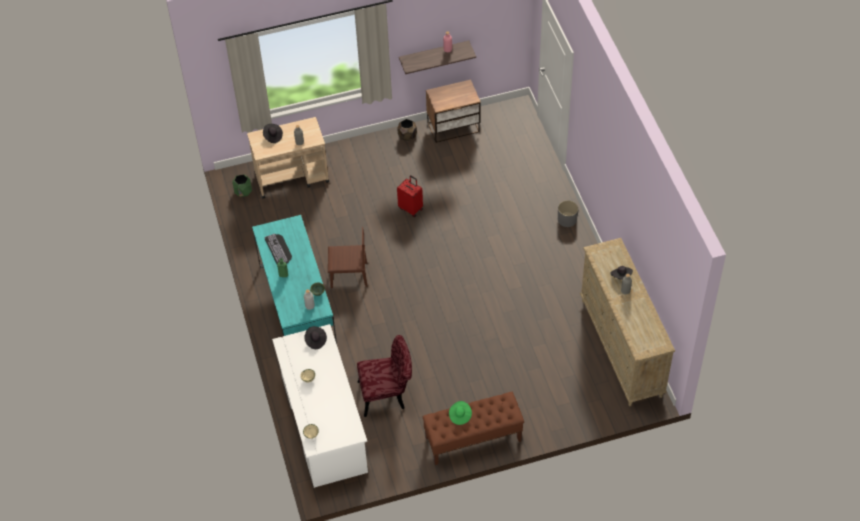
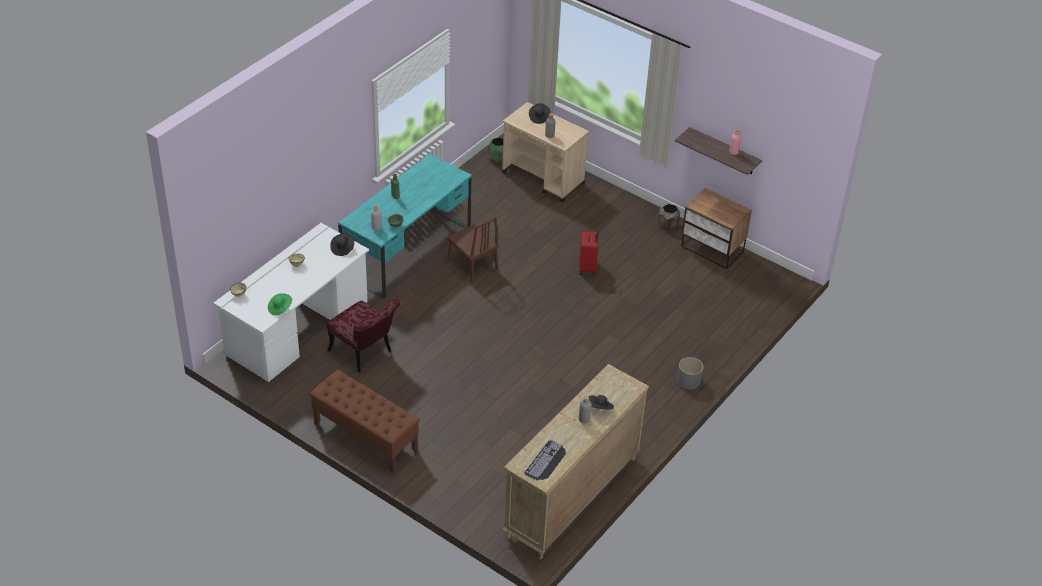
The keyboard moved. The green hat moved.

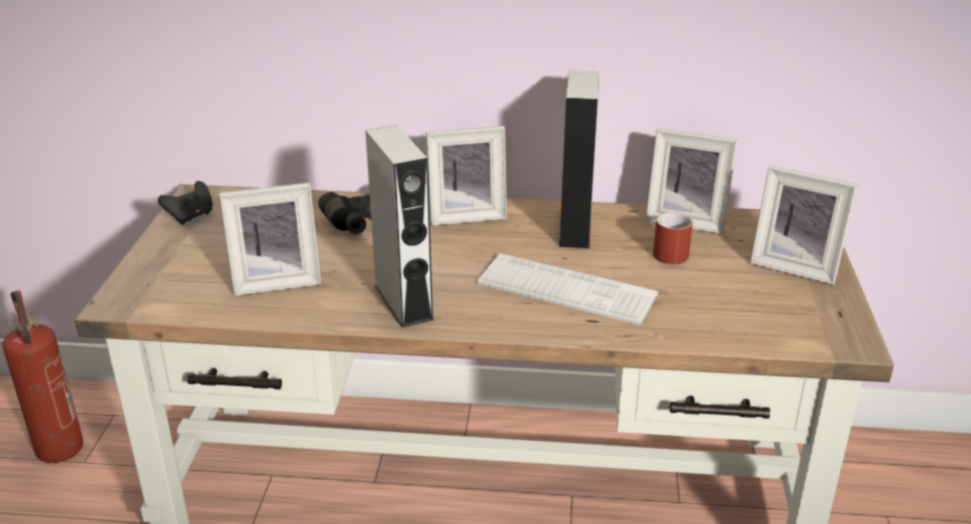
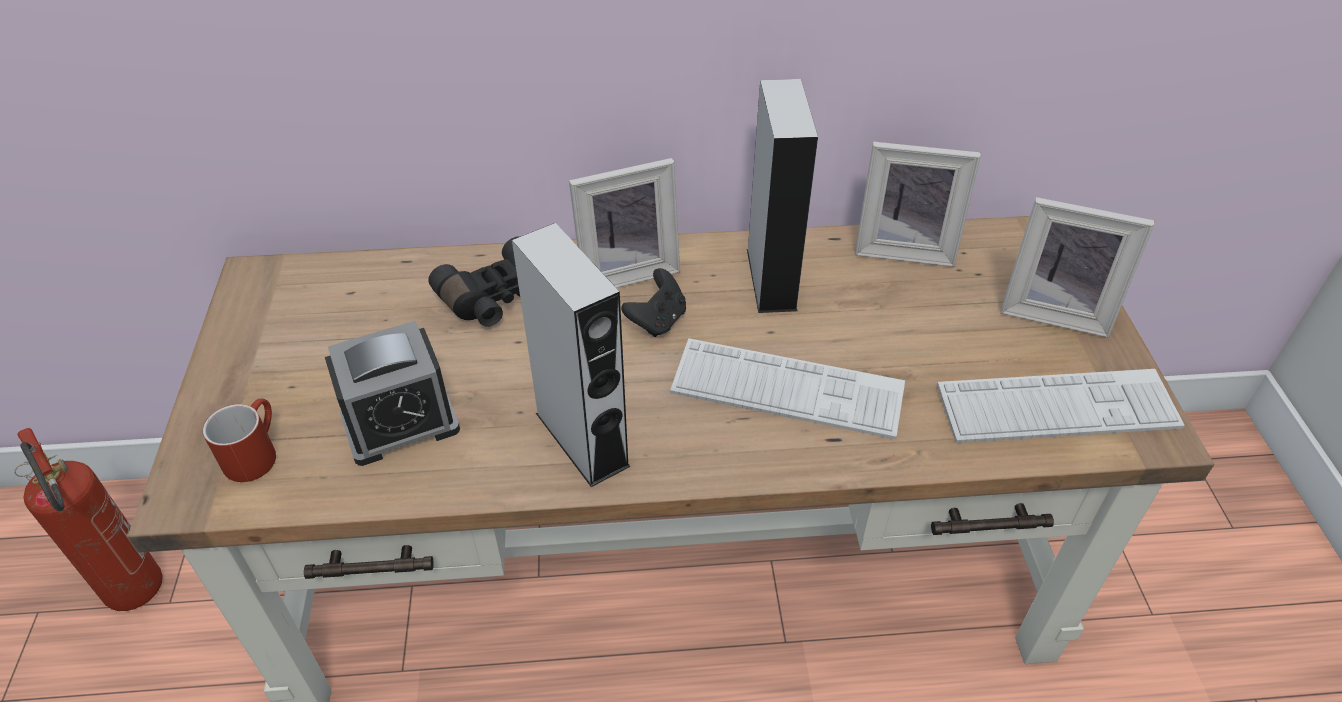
The keyboard (no. 2 from left) appeared. The black game controller moved. The red mug moved. The picture frame (no. 1 from left) was replaced by the alarm clock.

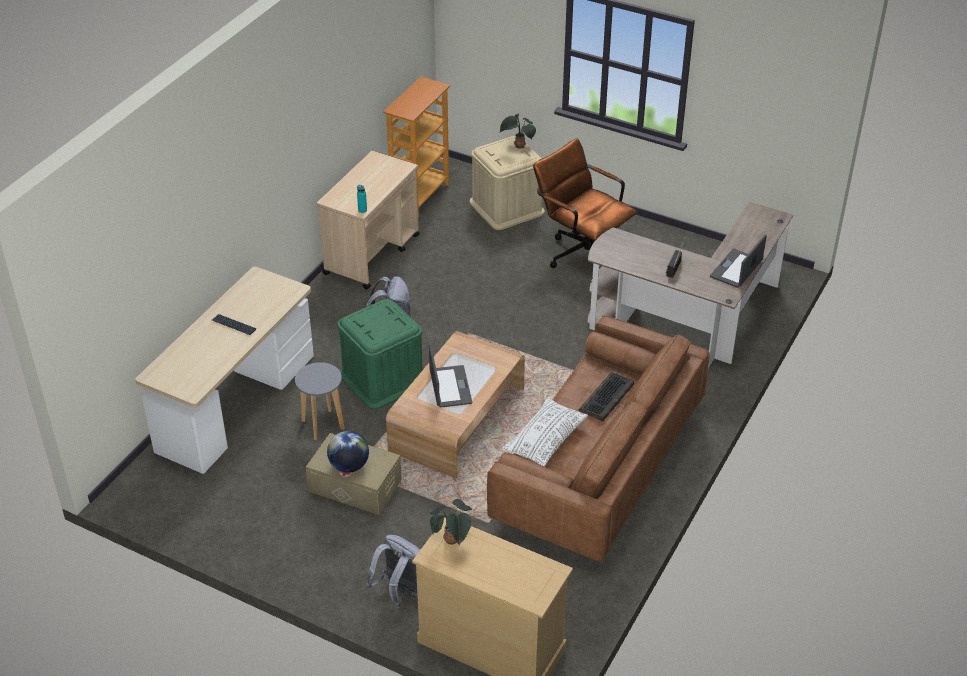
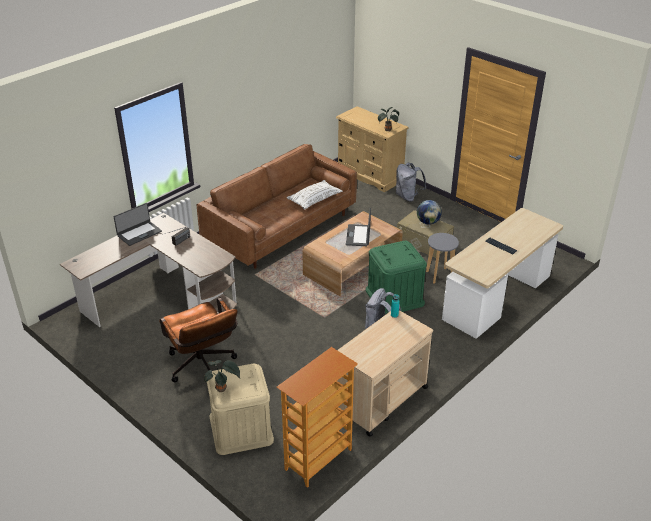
The keyboard (no. 2 from left) disappeared.

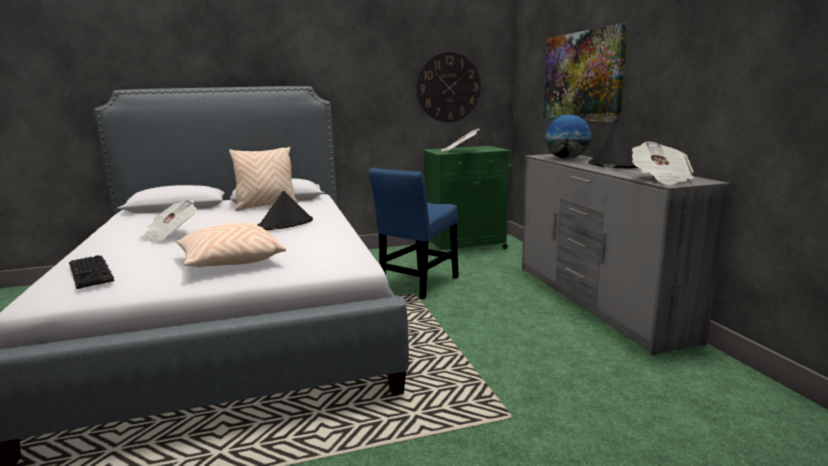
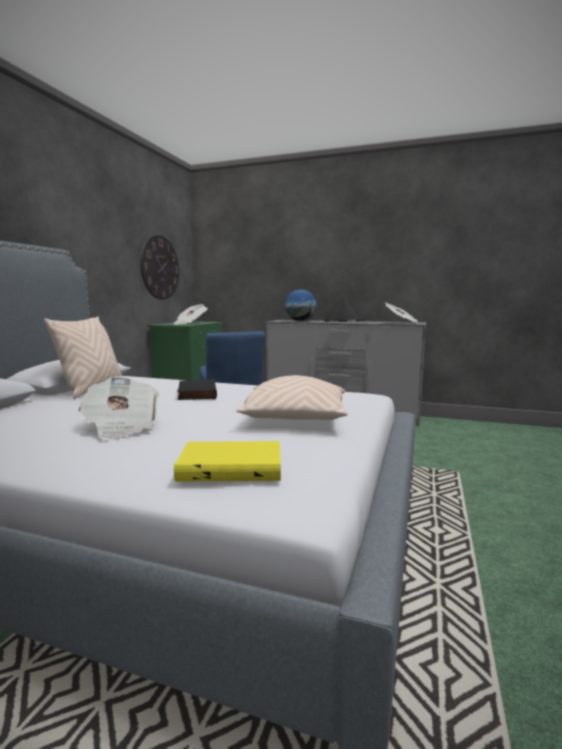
The picture disappeared. The keyboard was replaced by the yellow book. The black hat (no. 1 from left) was replaced by the black book.

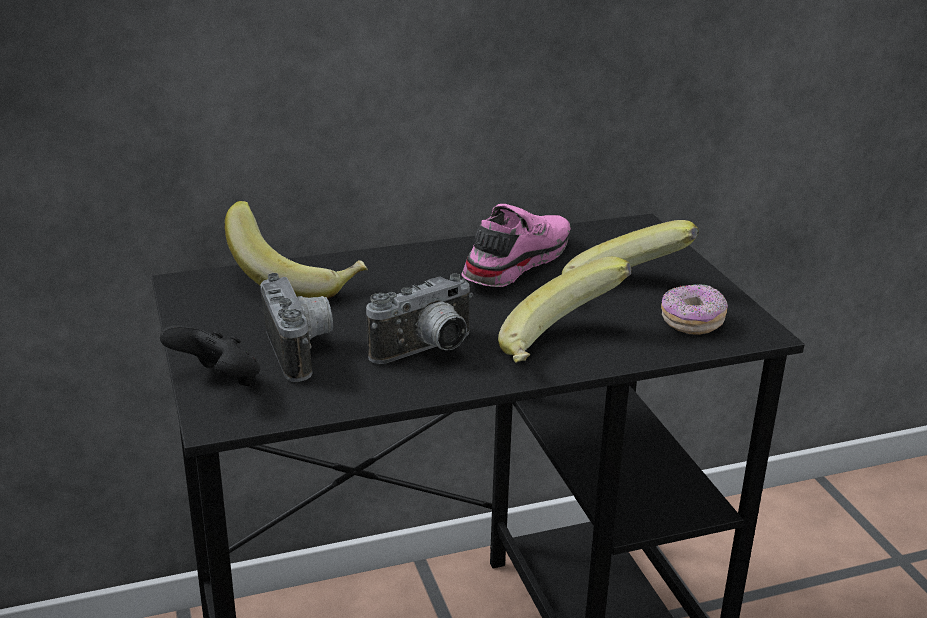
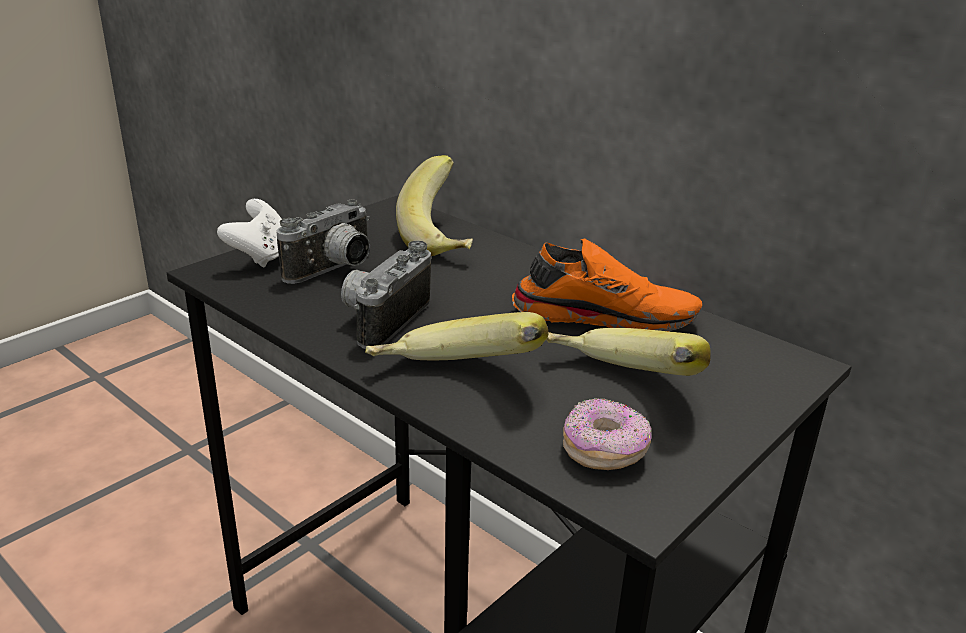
The black game controller became the white game controller. The pink shoe became the orange shoe. The photo camera (no. 2 from left) turned 90 degrees clockwise.

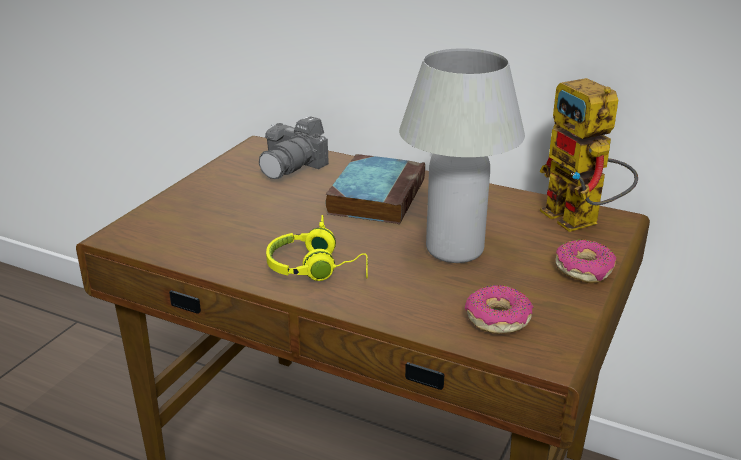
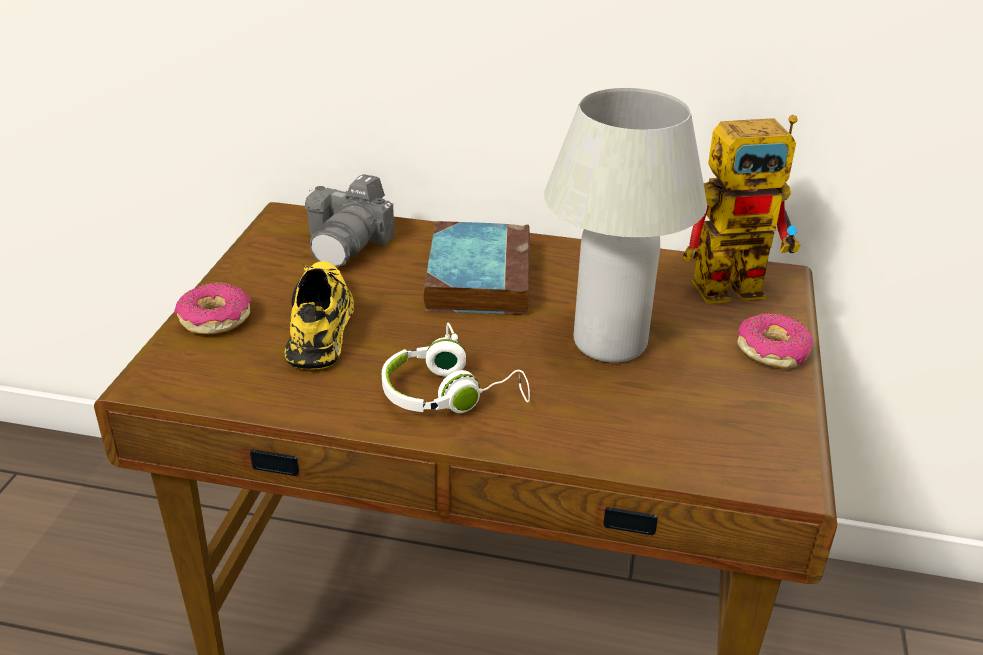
The yellow shoe appeared. The donut (no. 1 from left) moved. The yellow headphones became the white headphones. The toy robot turned 60 degrees counterclockwise.

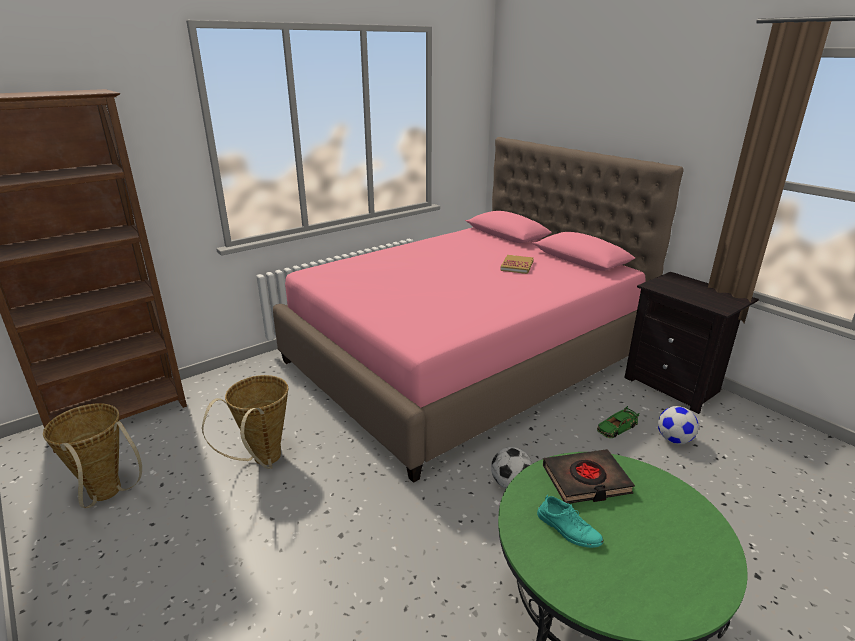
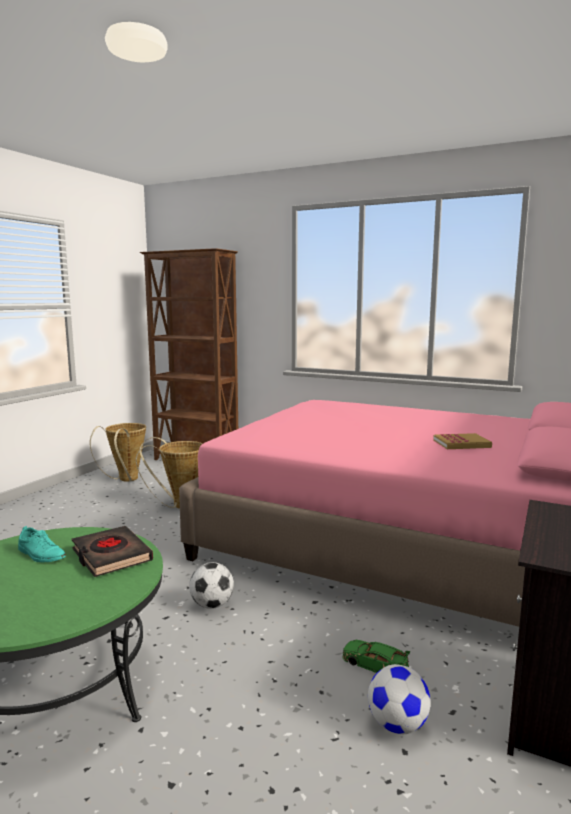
The turquoise shoe turned 75 degrees counterclockwise.

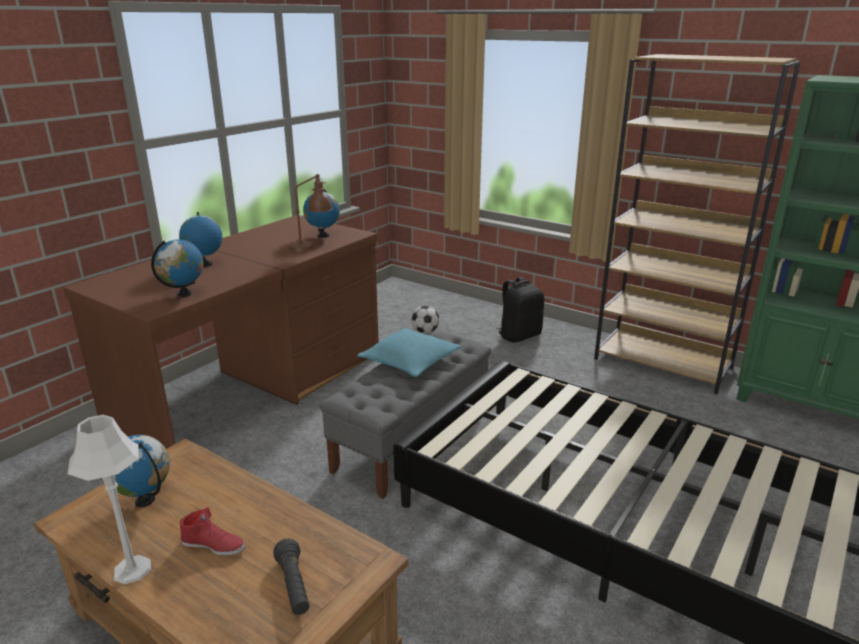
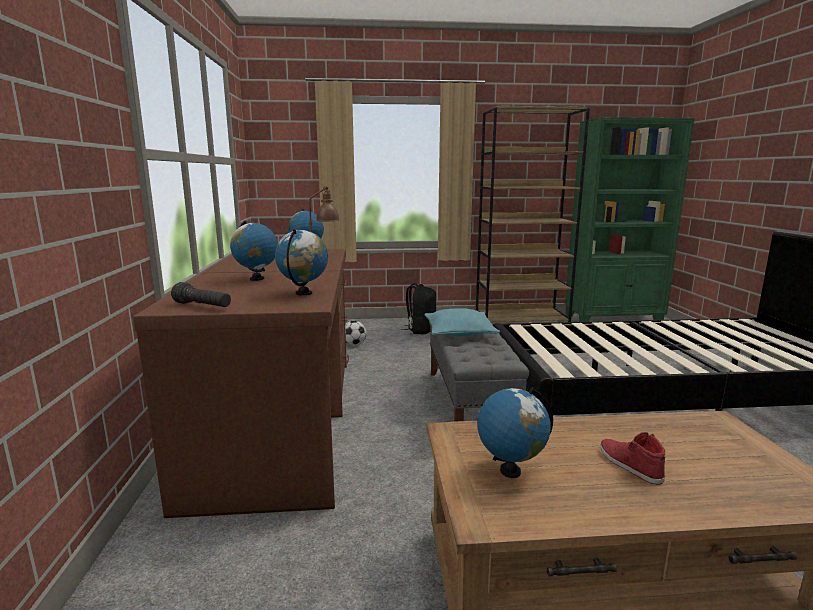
The grey table lamp disappeared. The black flashlight moved. The red shoe turned 90 degrees counterclockwise.

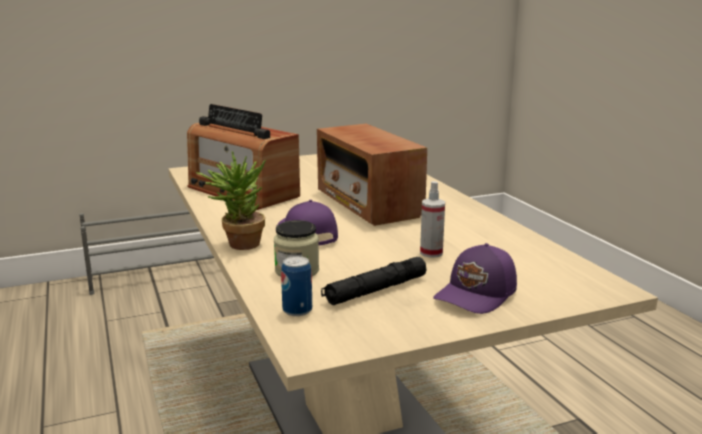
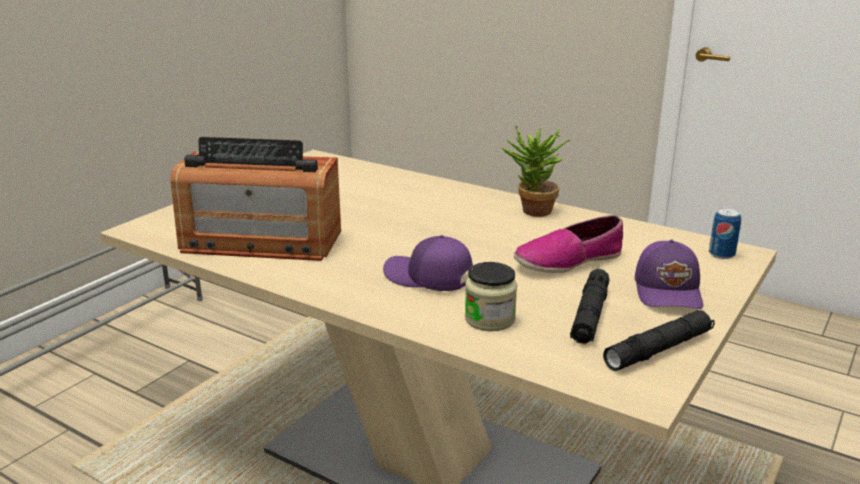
The radio (no. 2 from left) disappeared. The black flashlight (no. 2 from left) appeared. The potted plant moved. The can moved. The spray bottle was replaced by the shoe.

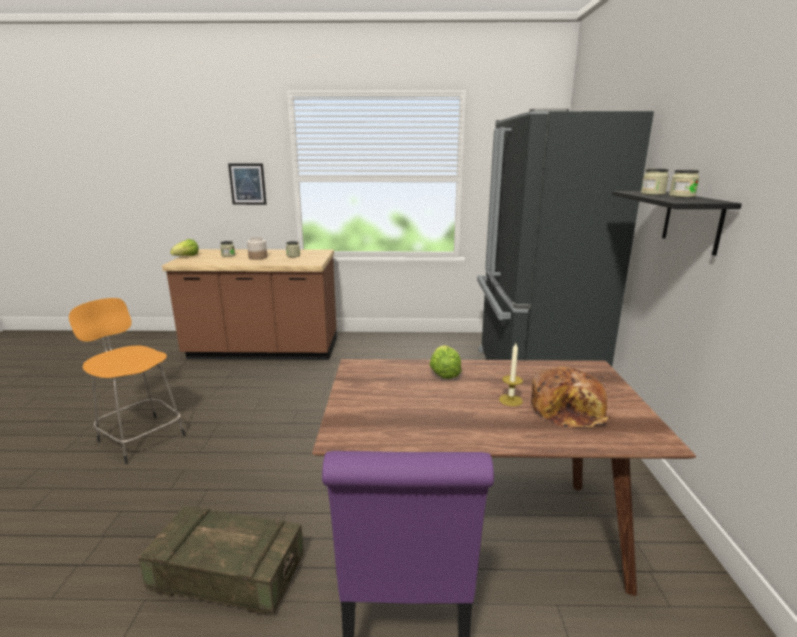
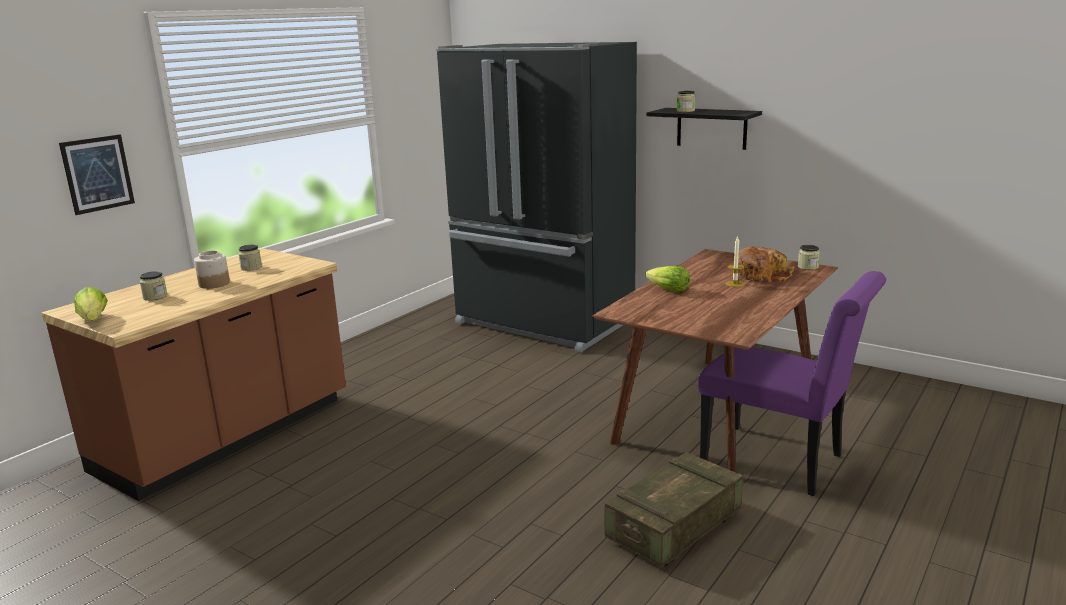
The orange stool disappeared. The jar (no. 5 from left) moved.

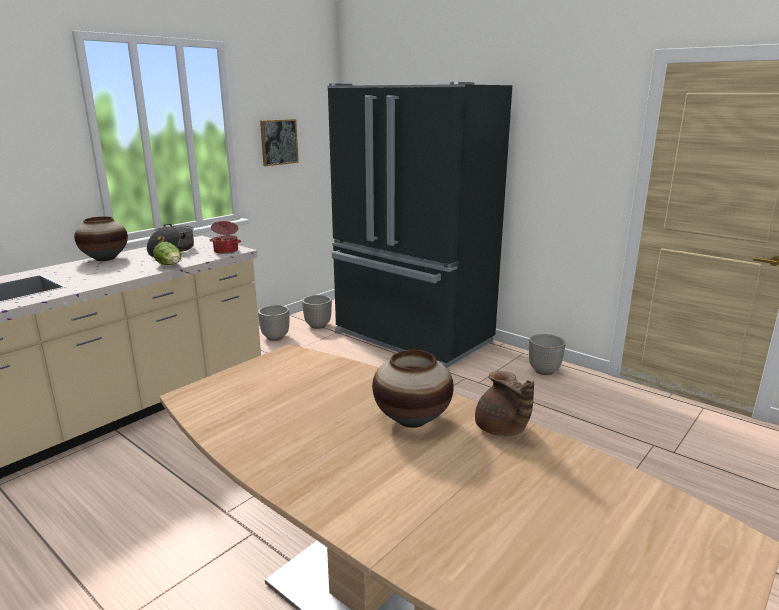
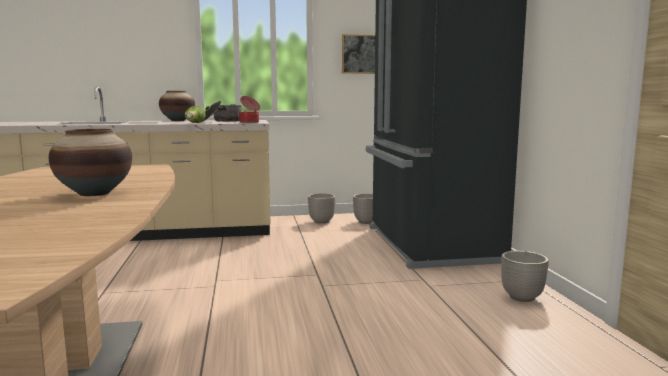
The brown teapot disappeared.

